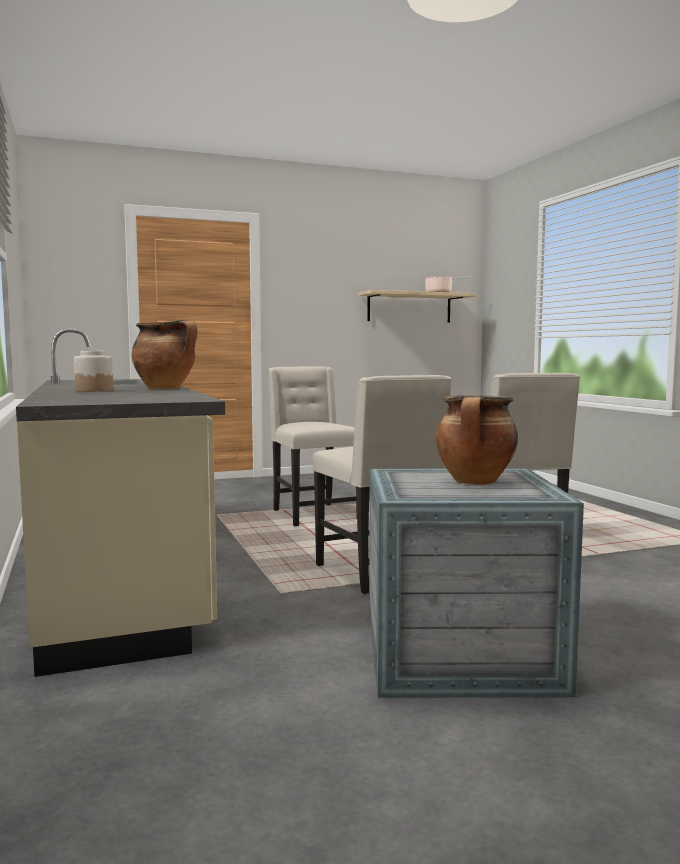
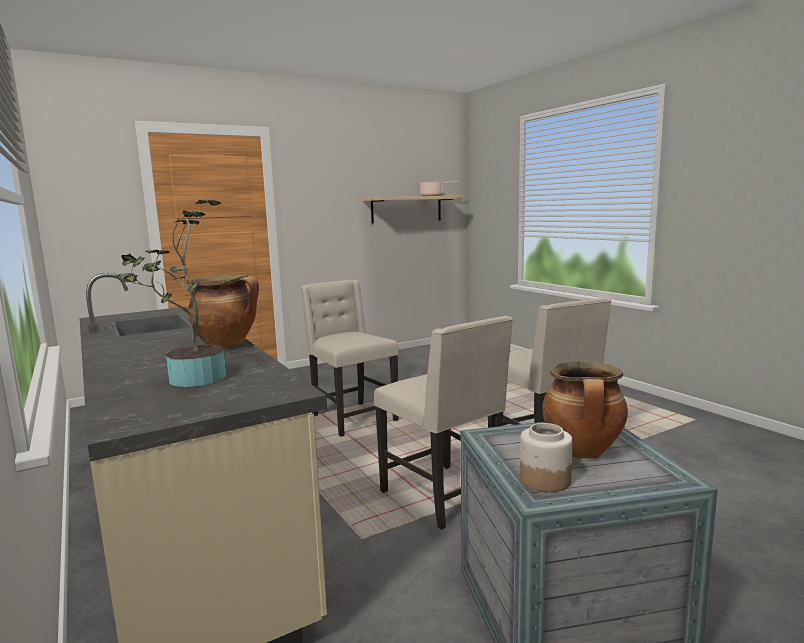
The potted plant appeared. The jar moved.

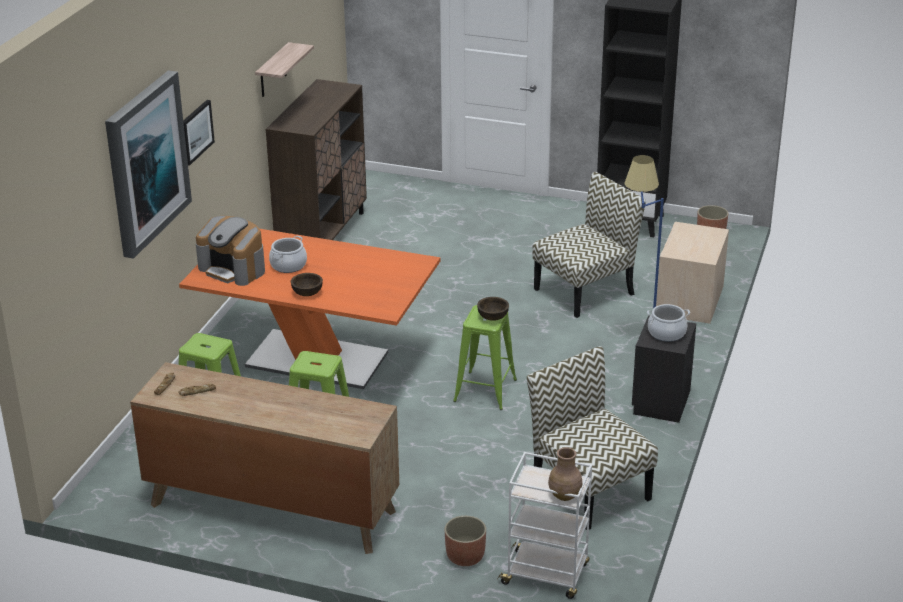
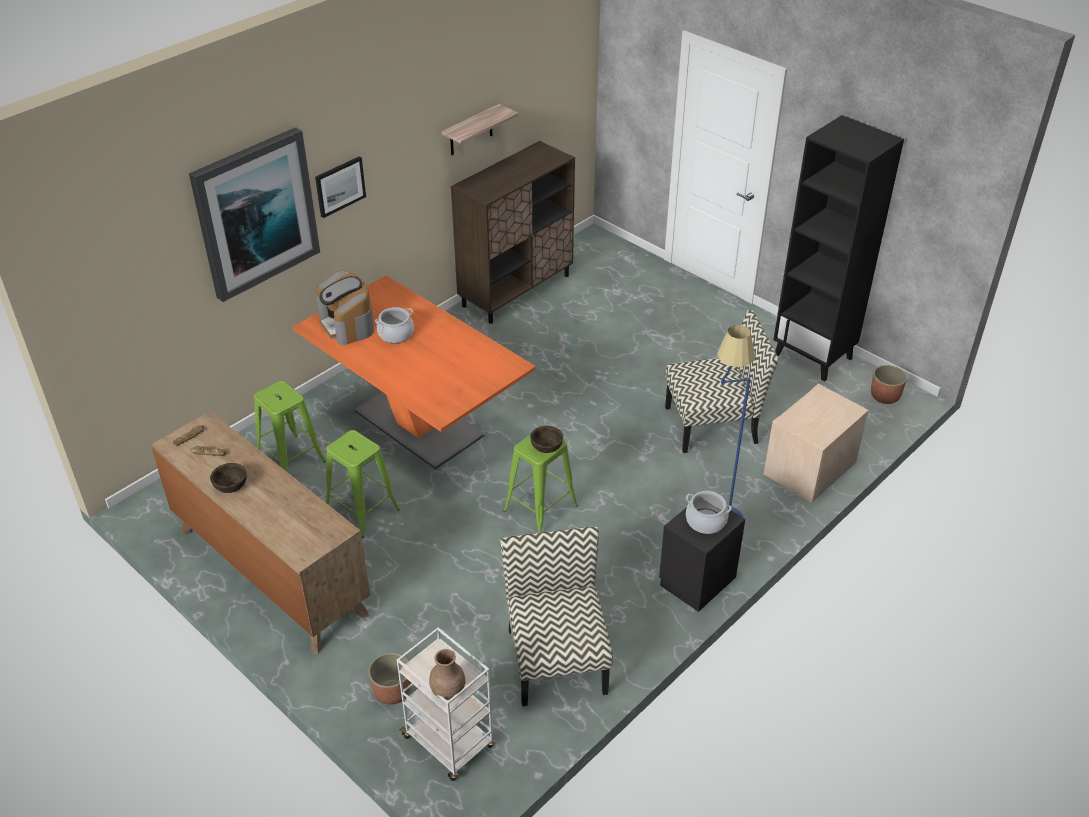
The brown bowl (no. 1 from left) moved.

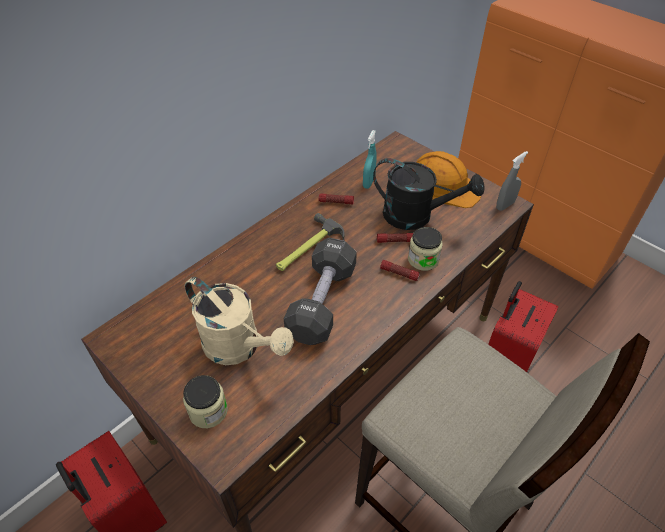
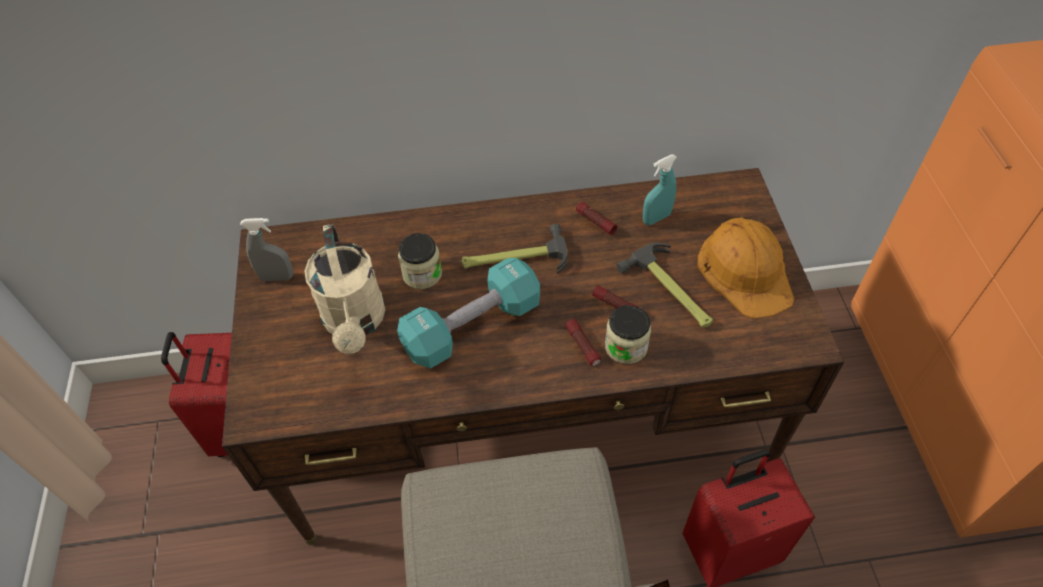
The jar (no. 1 from left) moved. The grey spray bottle moved. The black watering can was replaced by the hammer (no. 2 from left). The black dumbbell became the turquoise dumbbell.

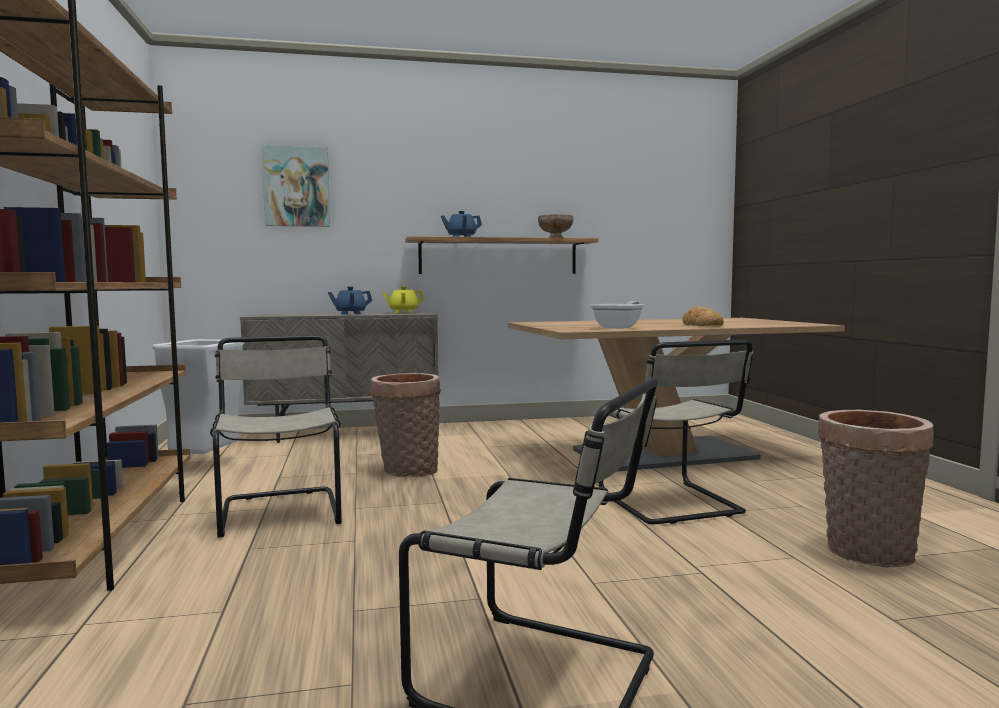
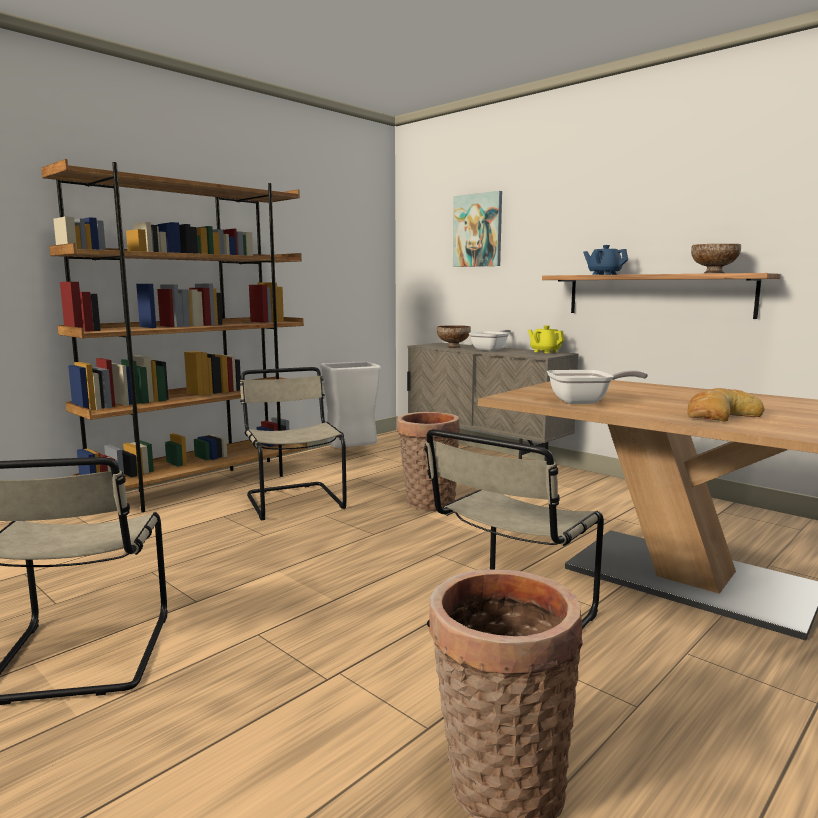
The bowl (no. 1 from left) appeared. The blue teapot (no. 1 from left) was replaced by the frying pan (no. 1 from left). The beige chair (no. 1 from left in the first image) turned 60 degrees counterclockwise.

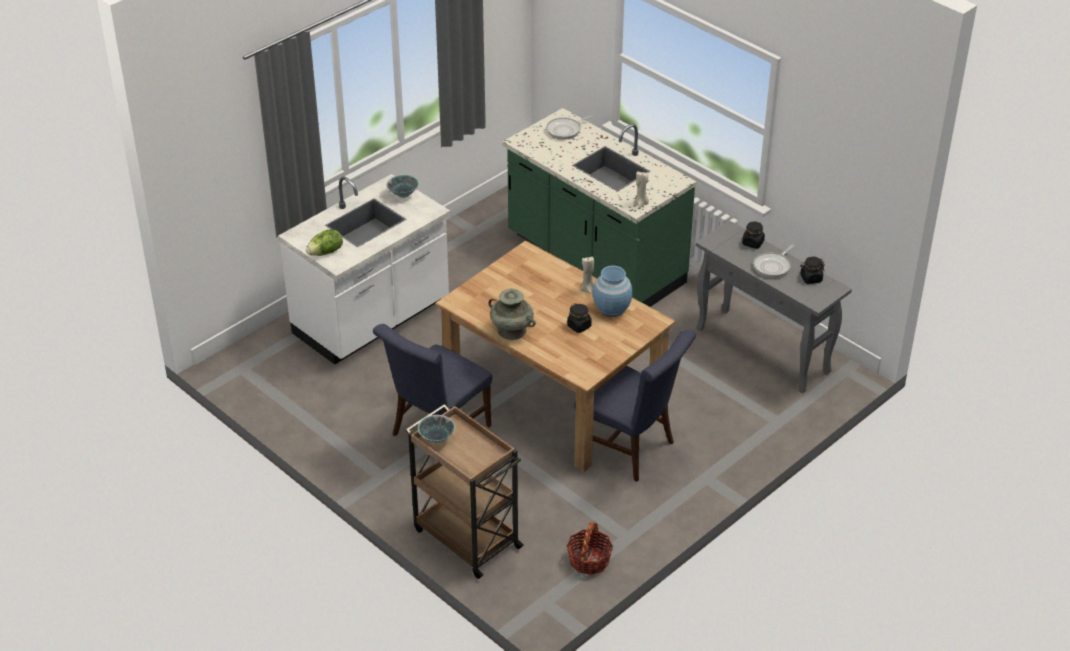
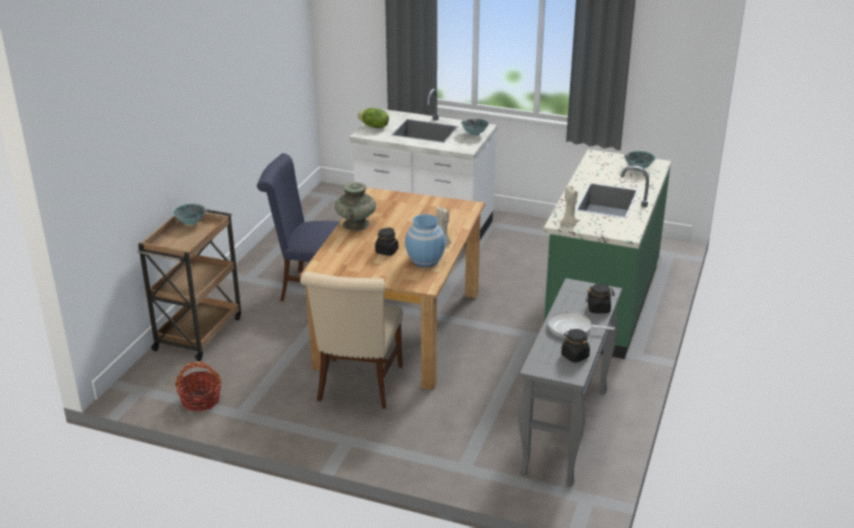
The frying pan (no. 1 from left) was replaced by the bowl (no. 3 from left). The blue chair (no. 2 from left) became the beige chair.

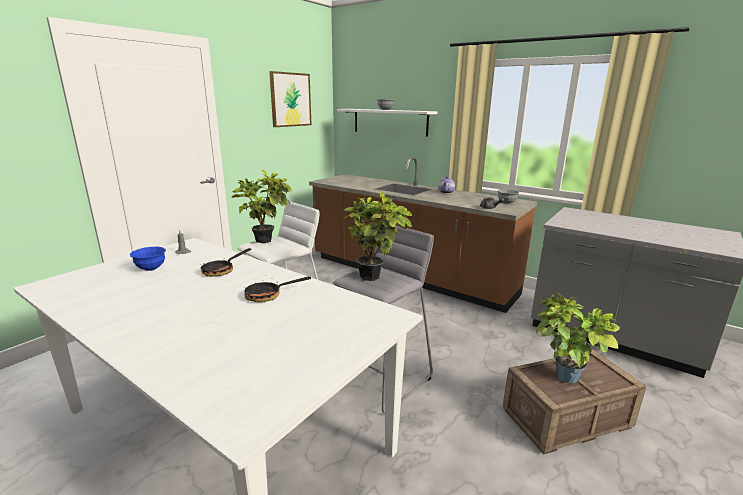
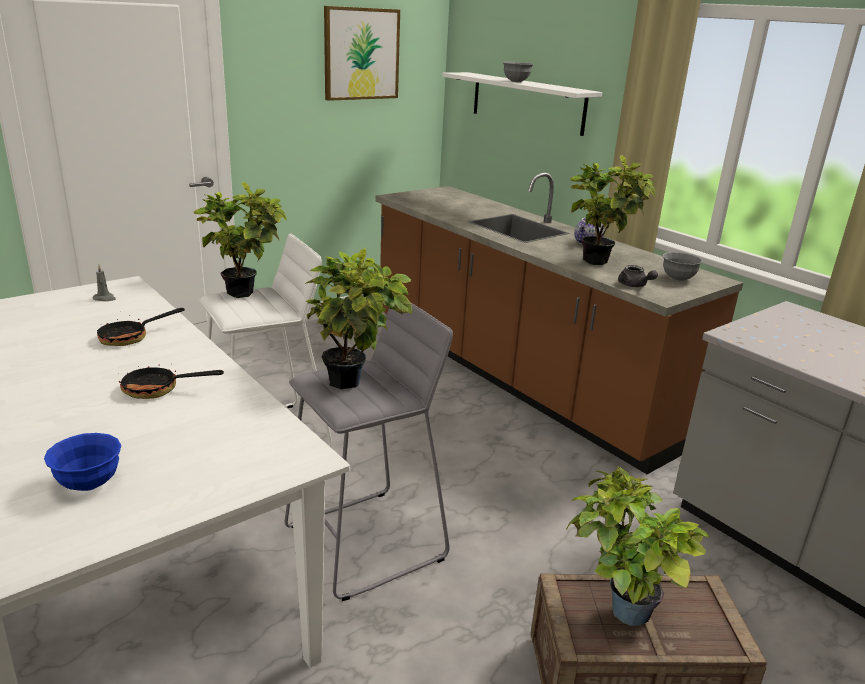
The potted plant (no. 3 from left) appeared. The blue bowl moved.

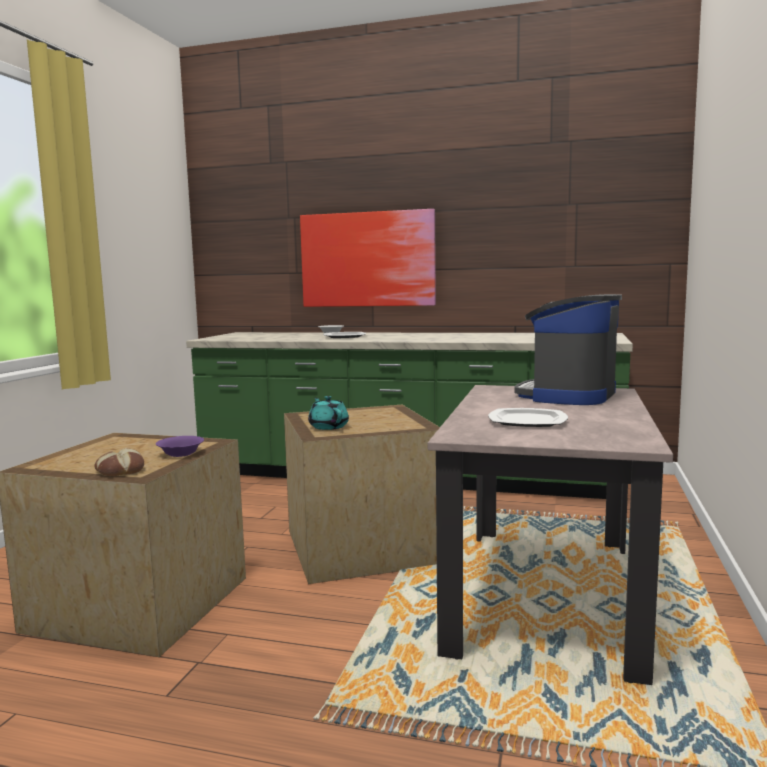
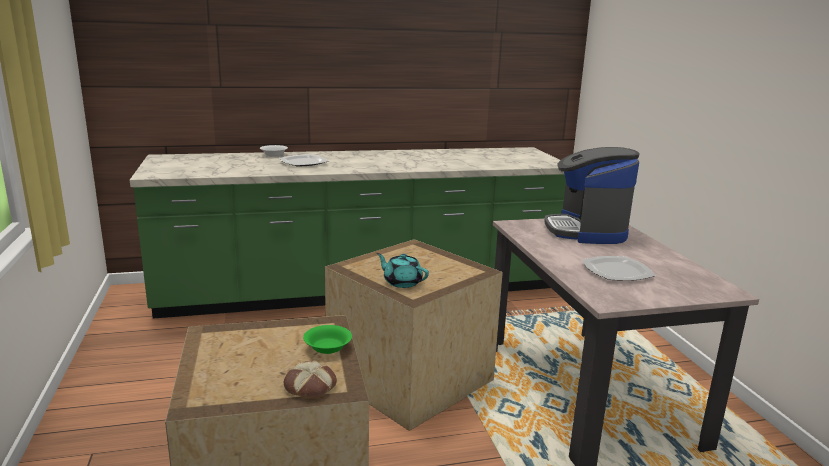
The picture disappeared. The purple bowl became the green bowl.

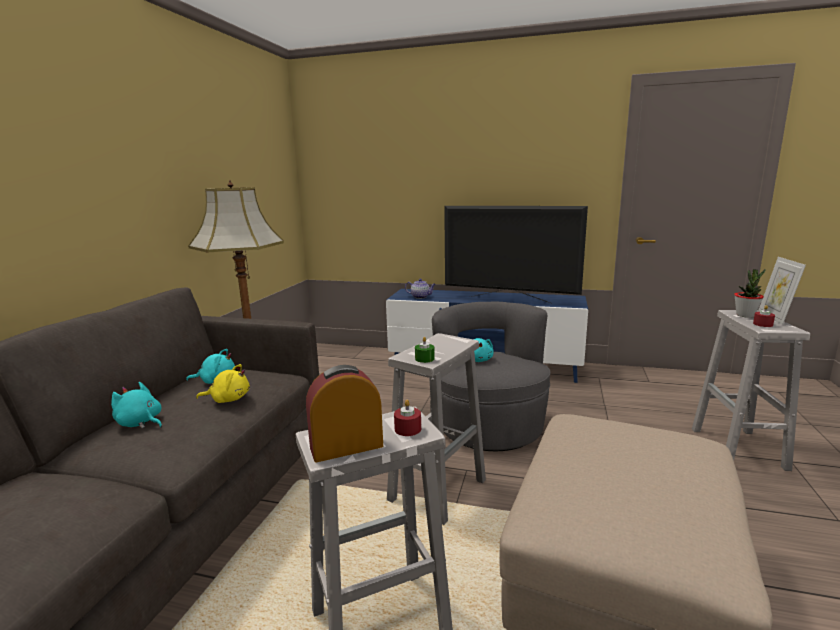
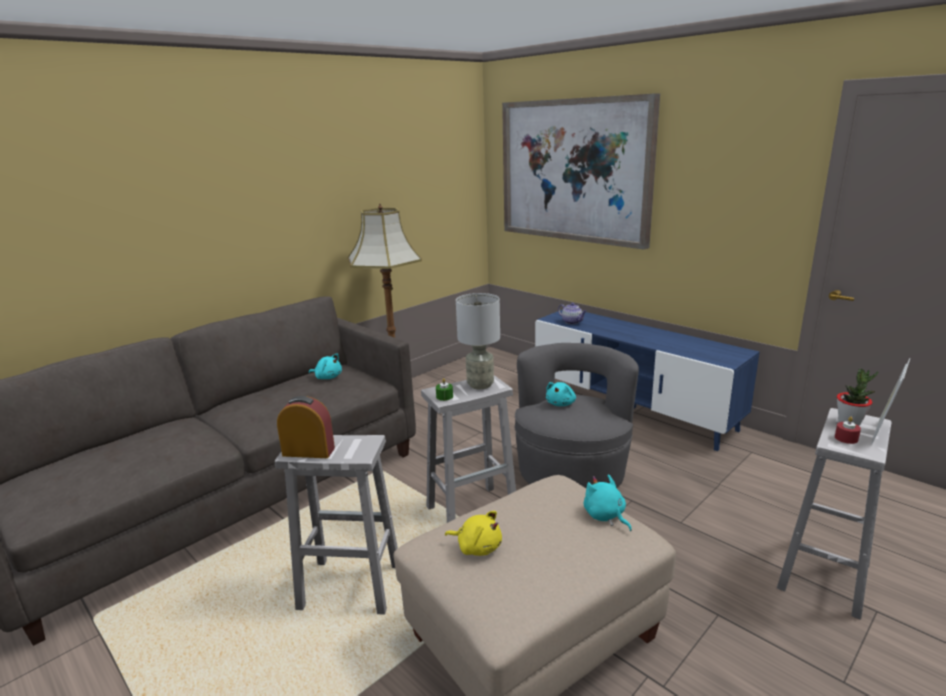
The red candle (no. 1 from left) disappeared. The television disappeared. The grey table lamp appeared. The picture appeared. The turquoise plush toy (no. 1 from left in the first image) moved. The yellow plush toy moved.

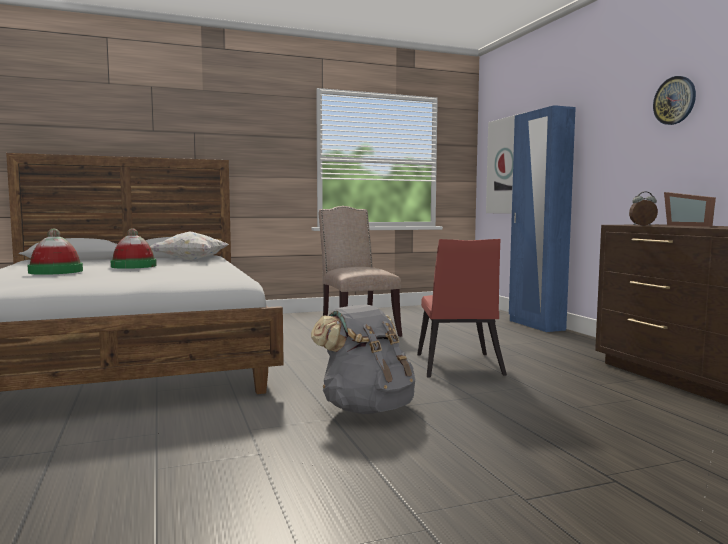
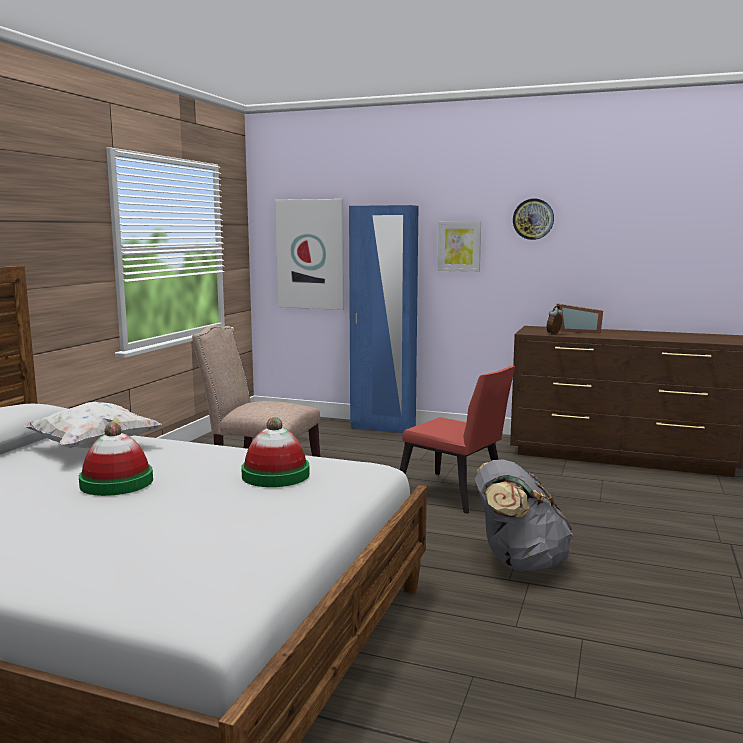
The picture (no. 2 from left) appeared. The hat (no. 1 from left in the first image) moved.

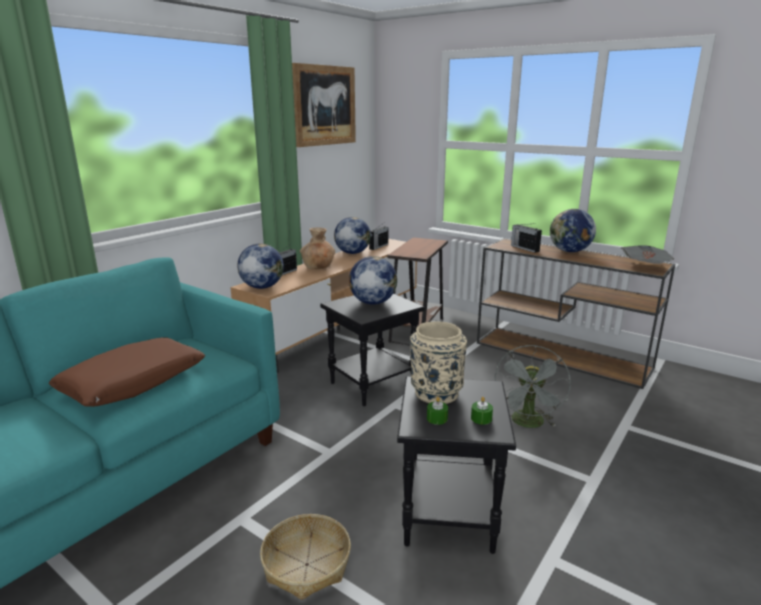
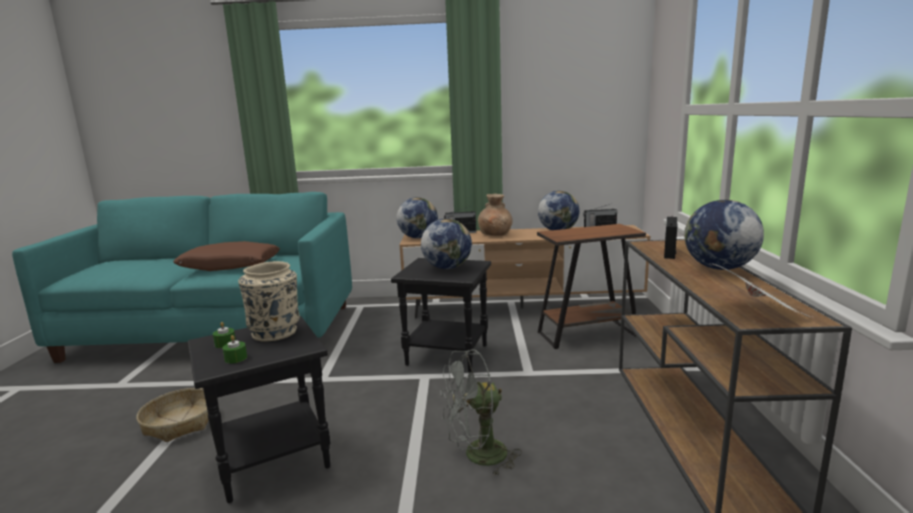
The picture disappeared.

